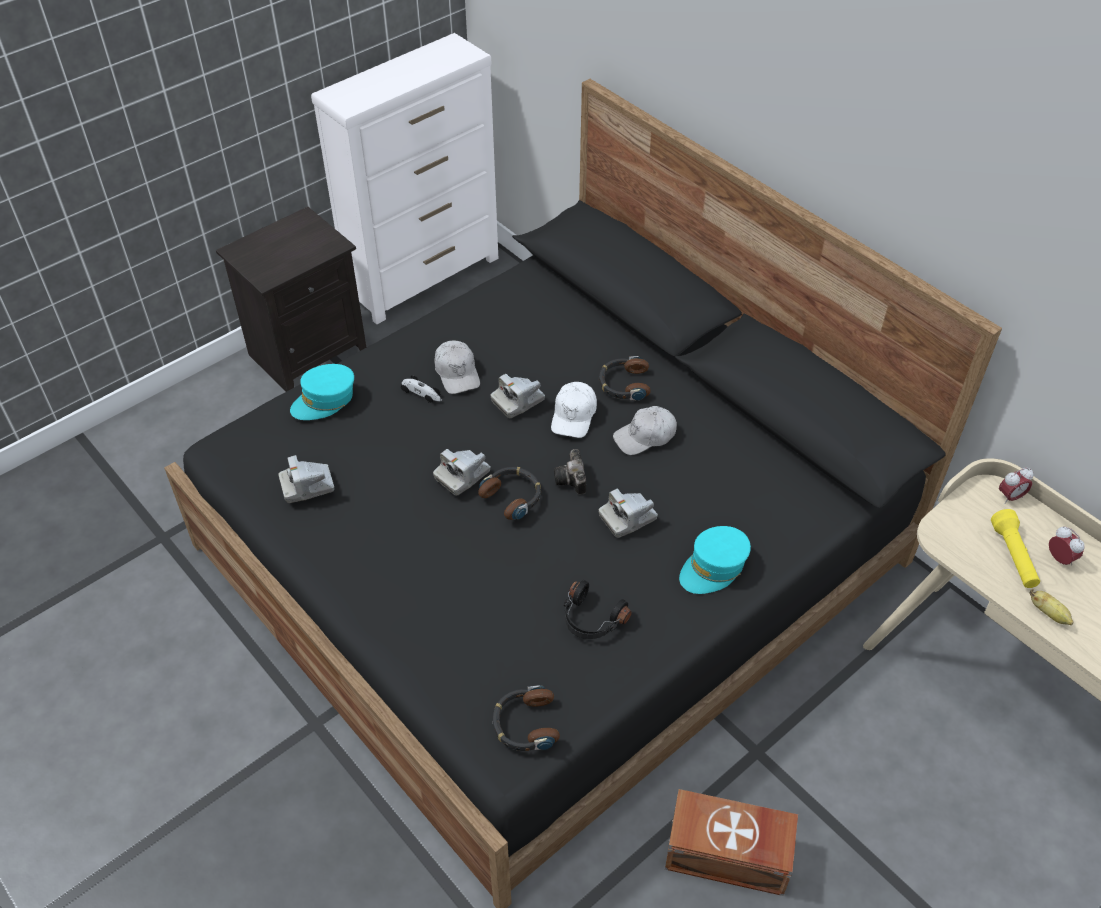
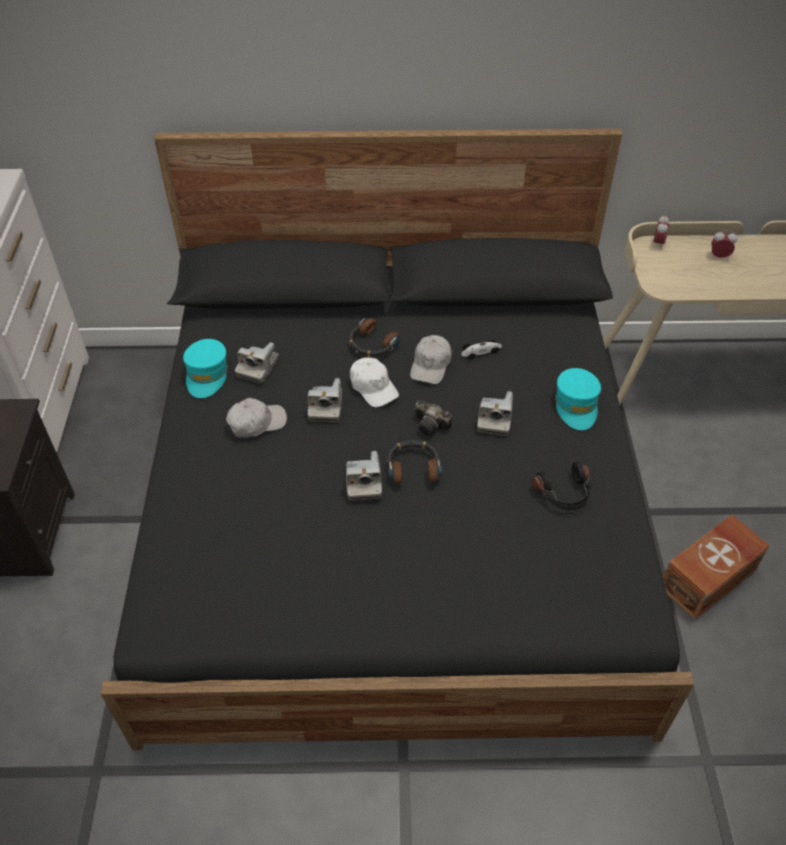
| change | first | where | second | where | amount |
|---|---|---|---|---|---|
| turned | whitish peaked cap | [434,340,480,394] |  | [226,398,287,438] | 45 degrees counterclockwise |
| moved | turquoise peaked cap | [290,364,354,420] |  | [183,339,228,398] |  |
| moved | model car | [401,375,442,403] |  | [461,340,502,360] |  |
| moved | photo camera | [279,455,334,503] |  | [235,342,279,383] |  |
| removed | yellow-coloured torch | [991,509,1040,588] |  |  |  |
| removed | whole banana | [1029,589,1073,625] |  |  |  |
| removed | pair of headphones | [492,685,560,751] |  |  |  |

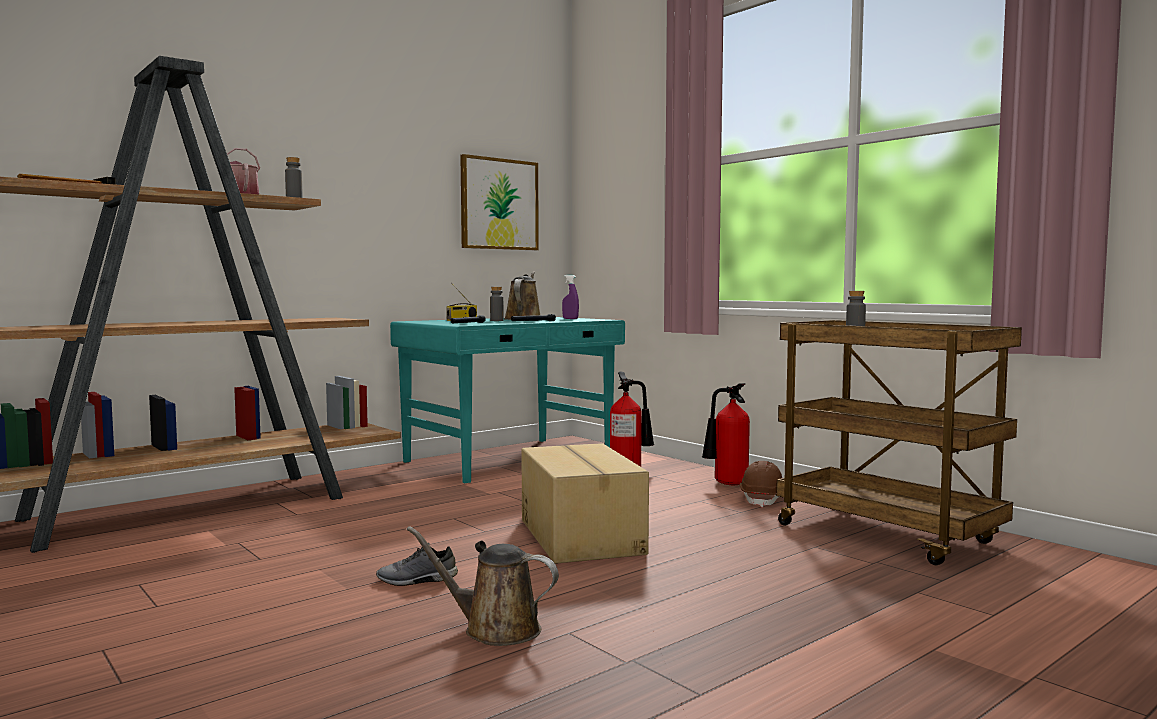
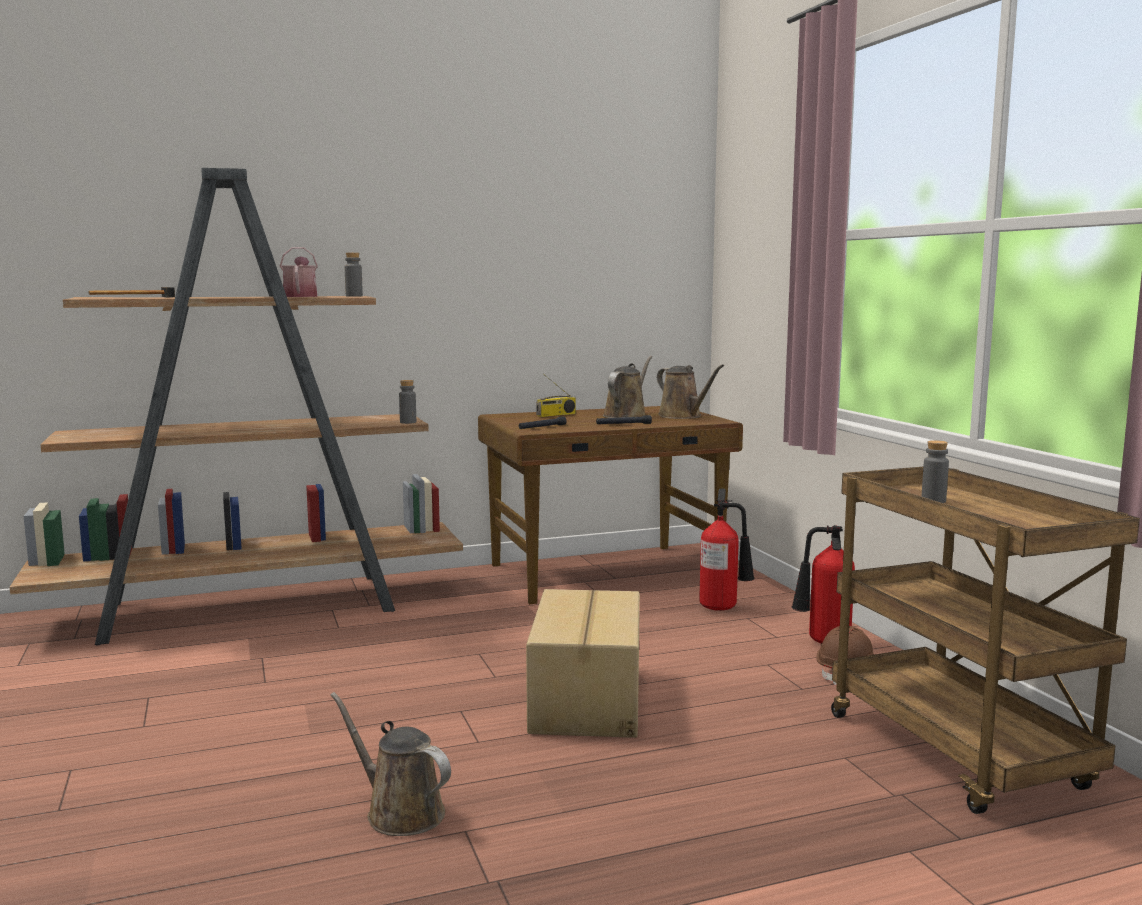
| change | first | where | second | where | amount |
|---|---|---|---|---|---|
| removed | picture | [460,154,539,250] |  |  |  |
| replaced | purple hand sprayer | [562,275,579,319] | brown watering pot | [657,364,724,419] |  |
| moved | greyish beverage bottle | [490,287,504,321] |  | [399,380,416,424] |  |
| recoloured | turquoise desk unit | [390,317,625,483] | brown desk unit | [478,406,743,604] |  |
| removed | greyish low shoe | [376,543,458,586] |  |  |  |

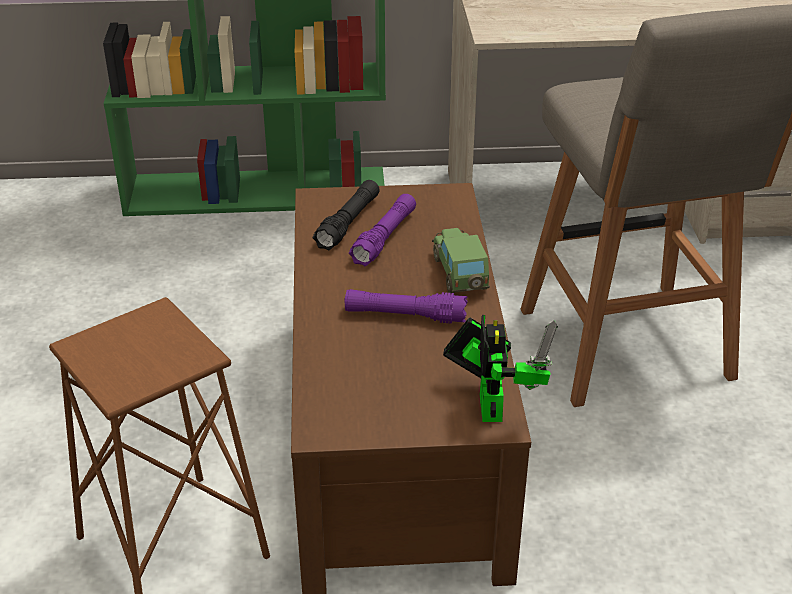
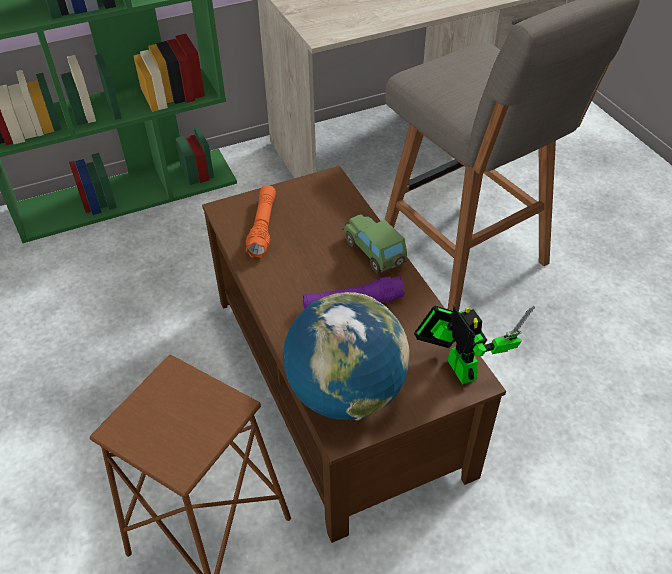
| change | first | where | second | where | amount |
|---|---|---|---|---|---|
| recoloured | black-coloured torch | [313,180,379,251] | orange torch | [246,185,276,258] |  |
| removed | purple torch | [349,194,416,266] |  |  |  |
| added |  |  | globe | [283,292,410,421] |  |

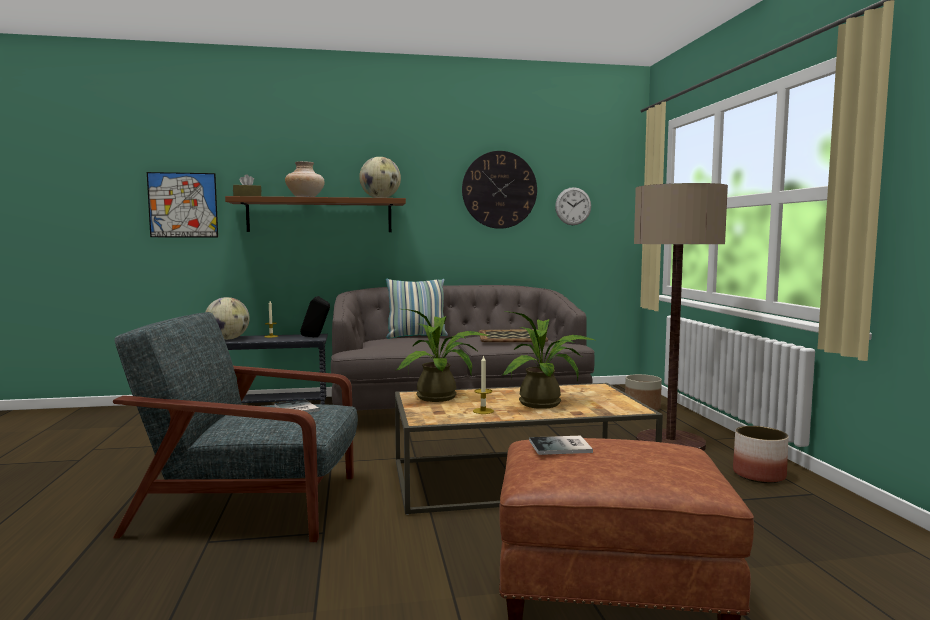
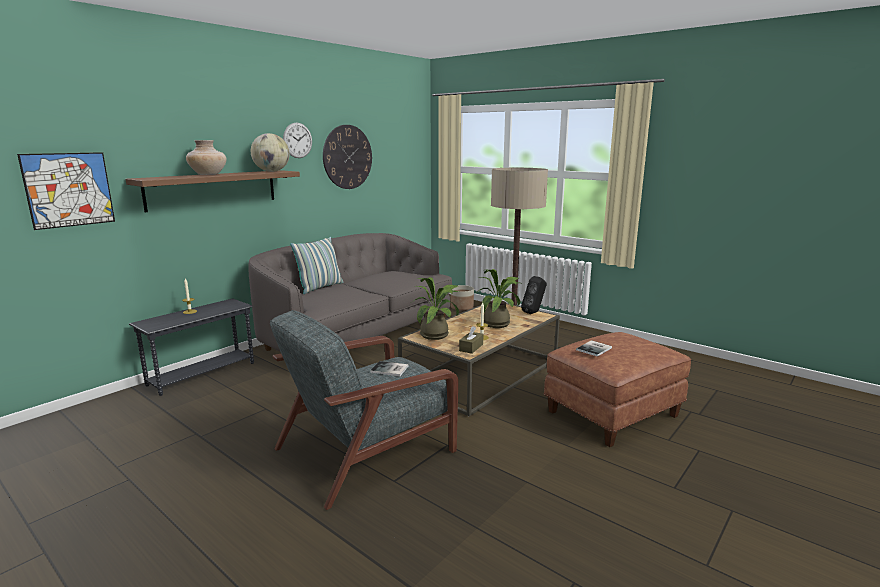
| change | first | where | second | where | amount |
|---|---|---|---|---|---|
| moved | brown tissue box | [233,174,261,196] |  | [459,326,483,354] |  |
| moved | wall clock | [555,187,591,225] |  | [283,122,312,158] |  |
| moved | black-coloured loudspeaker | [300,296,330,337] |  | [521,276,547,314] |  |
| removed | globe | [205,297,250,340] |  |  |  |
| removed | carrying tray | [479,330,548,342] |  |  |  |
| removed | flower pot | [733,426,789,483] |  |  |  |

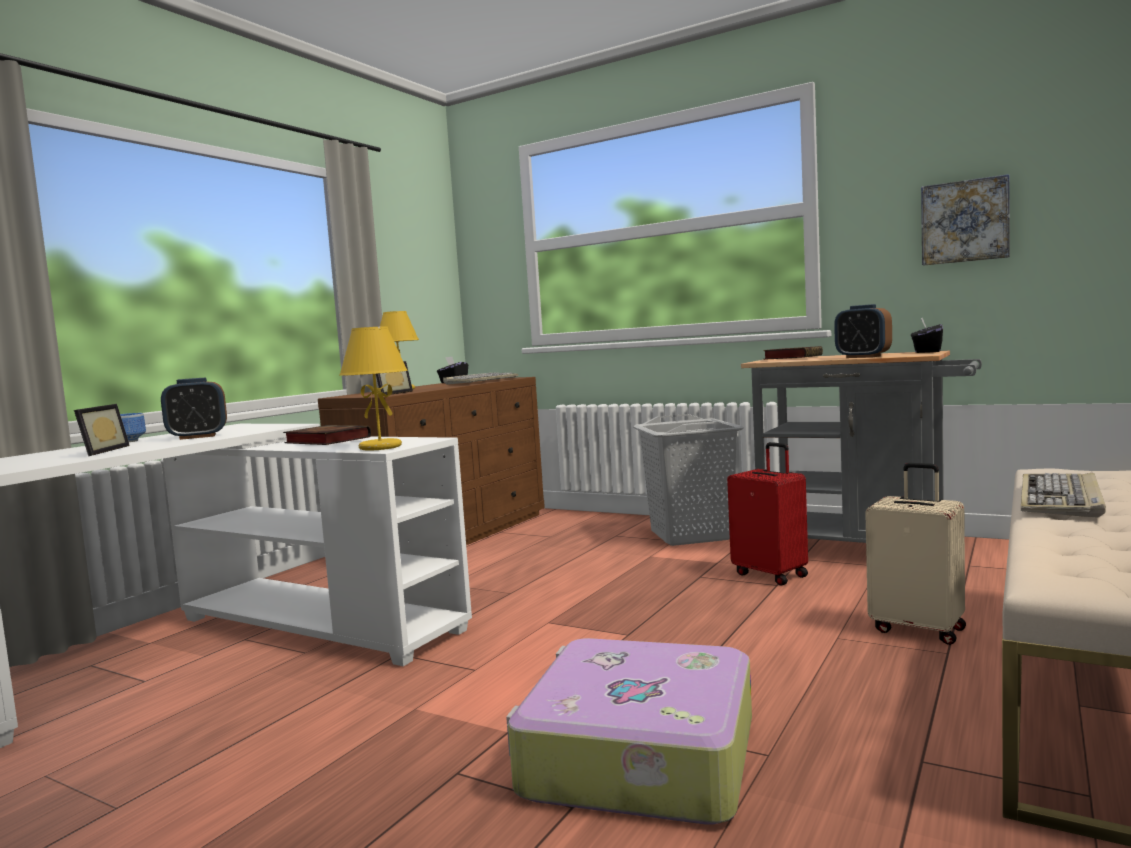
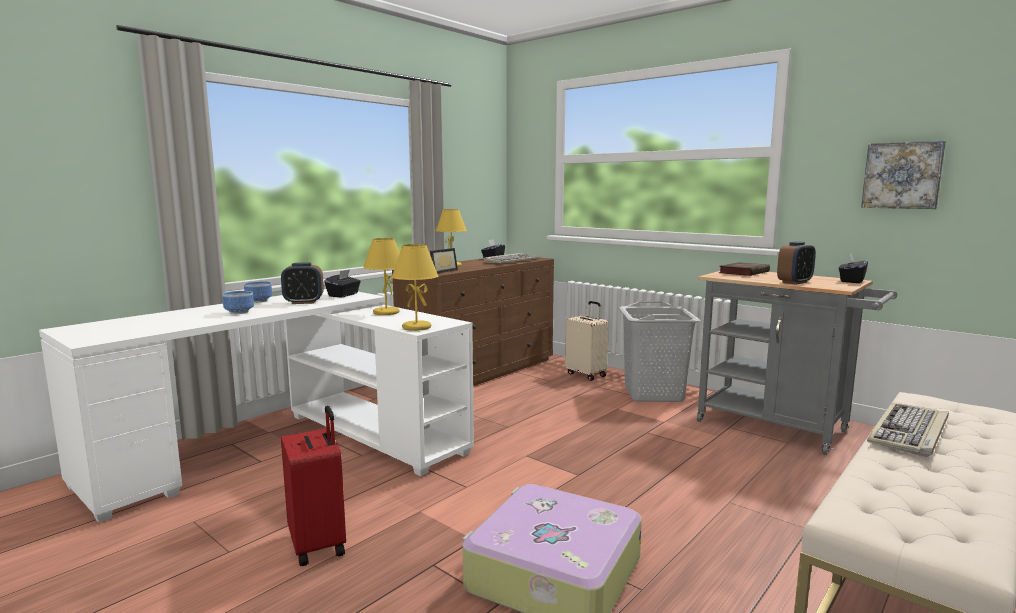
| change | first | where | second | where | amount |
|---|---|---|---|---|---|
| turned | bedside clock | [834,304,892,358] |  | [777,241,816,285] | 90 degrees counterclockwise |
| replaced | picture frame | [74,404,130,456] | bowl | [222,291,254,314] |  |
| replaced | volume | [283,425,371,445] | yellow-coloured tabletop lamp | [363,238,400,315] |  |
| moved | reddish travel case | [727,442,808,585] |  | [281,406,346,566] |  |
| moved | sand-coloured travel case | [865,463,966,645] |  | [565,301,608,381] |  |
| added |  |  | black-coloured tissue box | [324,269,361,298] |  |

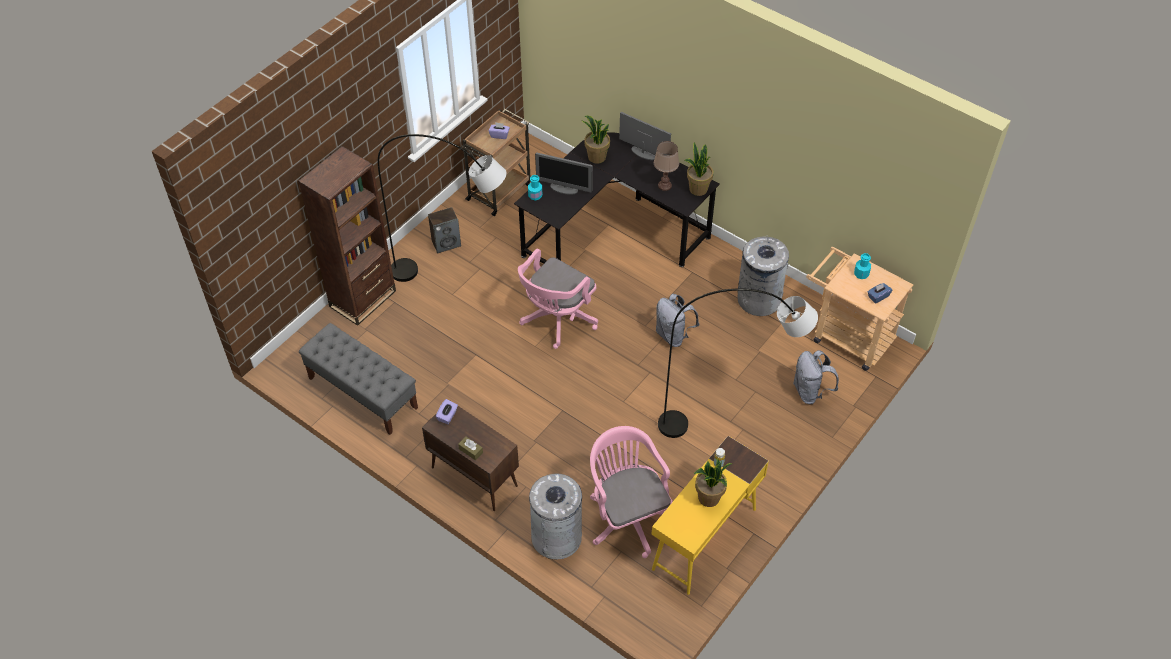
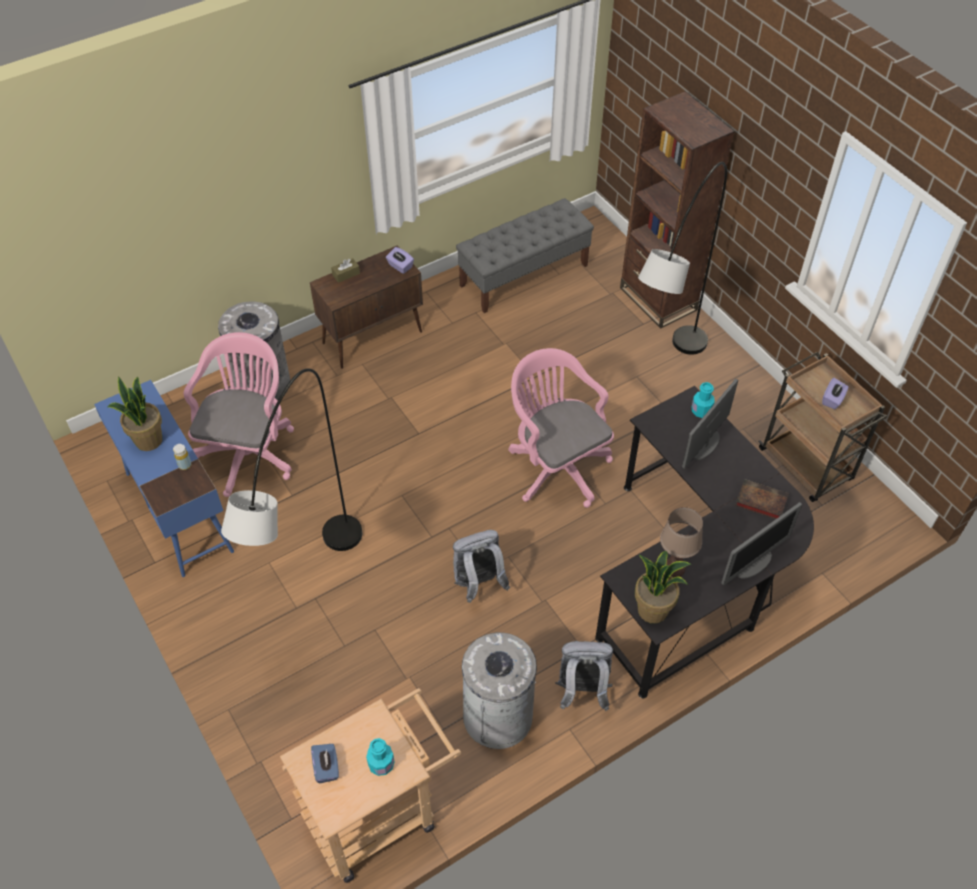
| change | first | where | second | where | amount |
|---|---|---|---|---|---|
| replaced | houseplant | [581,116,610,164] | volume | [735,479,789,519] |  |
| removed | loudspeaker | [428,207,461,253] |  |  |  |
| moved | greyish rucksack | [793,350,839,404] |  | [555,641,613,711] |  |
| turned | pink office chair | [590,426,672,558] |  | [184,332,294,497] | 75 degrees counterclockwise |
| recoloured | yellow-coloured desk unit | [651,436,769,595] | blue desk unit | [94,380,234,577] |  |

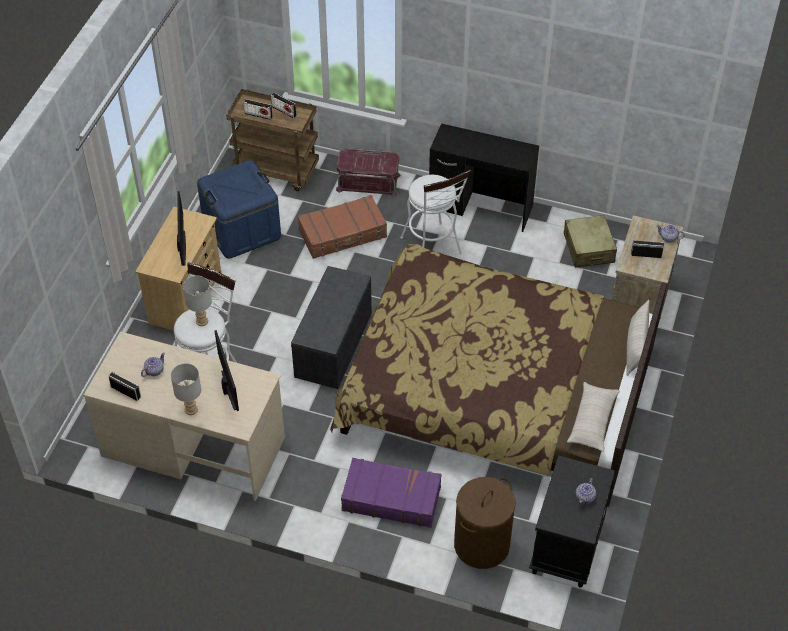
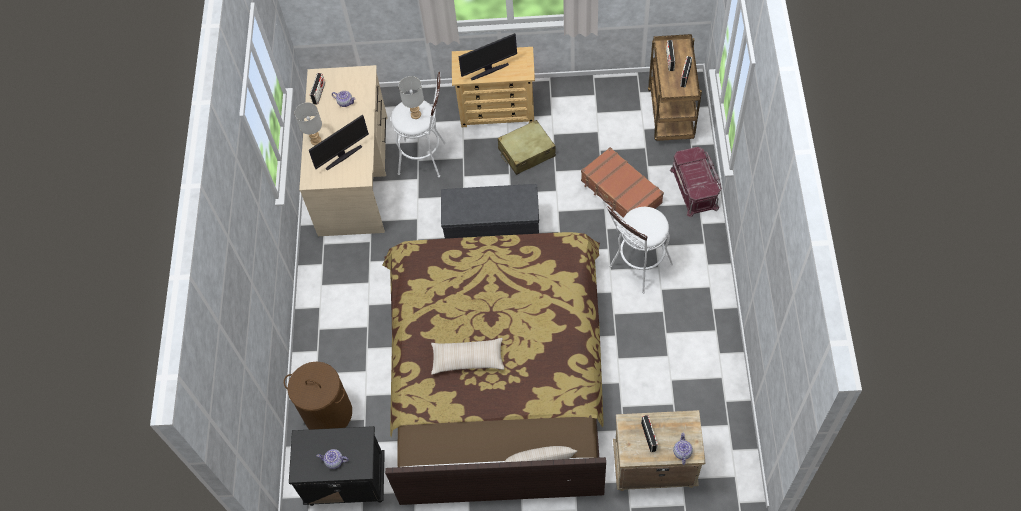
| change | first | where | second | where | amount |
|---|---|---|---|---|---|
| removed | black-coloured desk unit | [429,123,539,232] |  |  |  |
| removed | blue storage container | [197,160,281,259] |  |  |  |
| moved | sand-coloured travel case | [564,215,617,268] |  | [498,120,556,175] |  |
| moved | sand-coloured cushion | [567,382,620,452] |  | [431,338,504,375] |  |
| removed | purple travel case | [341,458,442,528] |  |  |  |

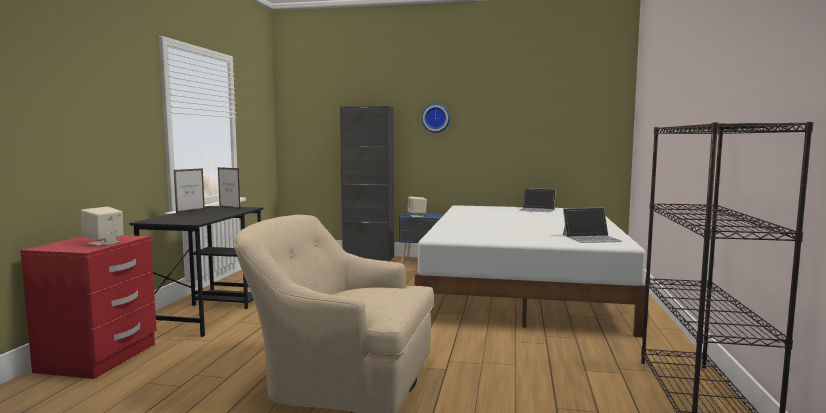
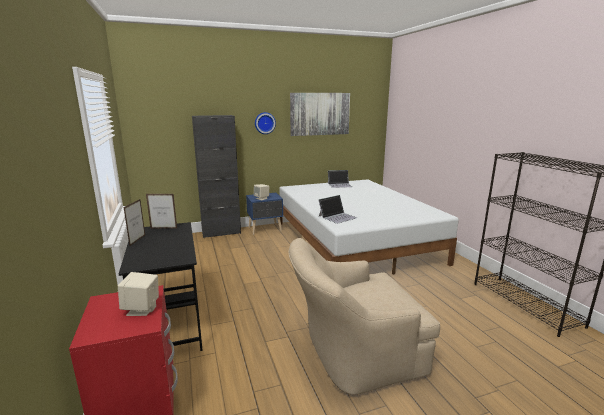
| change | first | where | second | where | amount |
|---|---|---|---|---|---|
| moved | laptop | [563,208,623,243] |  | [318,195,357,224] |  |
| added |  |  | picture | [290,93,350,136] |  |

